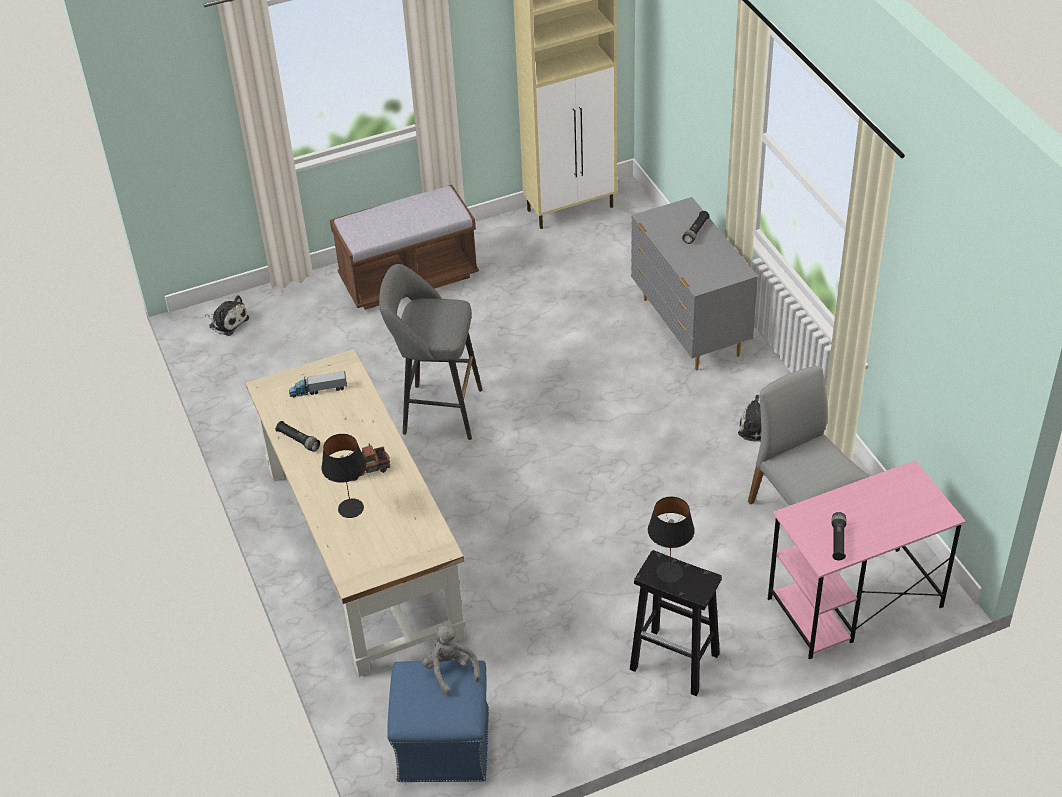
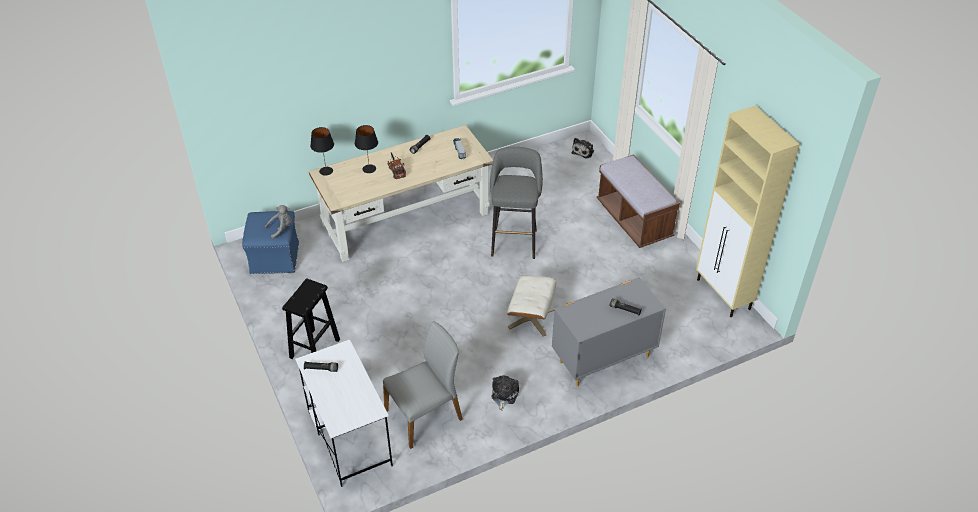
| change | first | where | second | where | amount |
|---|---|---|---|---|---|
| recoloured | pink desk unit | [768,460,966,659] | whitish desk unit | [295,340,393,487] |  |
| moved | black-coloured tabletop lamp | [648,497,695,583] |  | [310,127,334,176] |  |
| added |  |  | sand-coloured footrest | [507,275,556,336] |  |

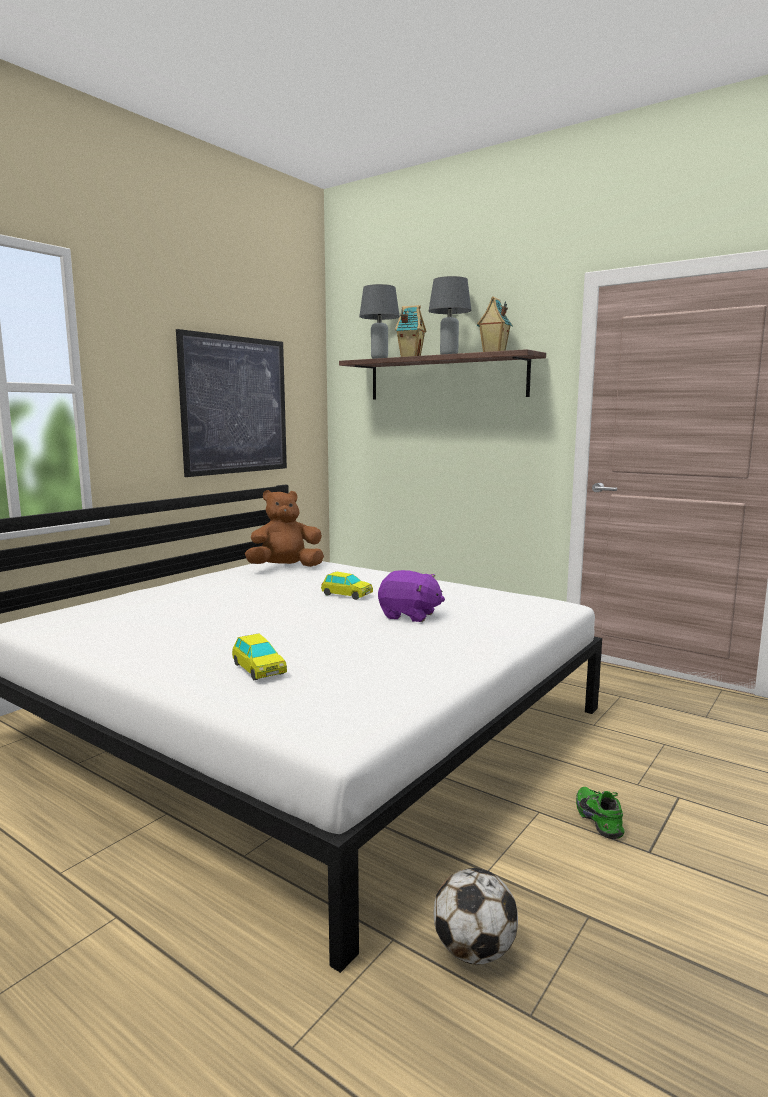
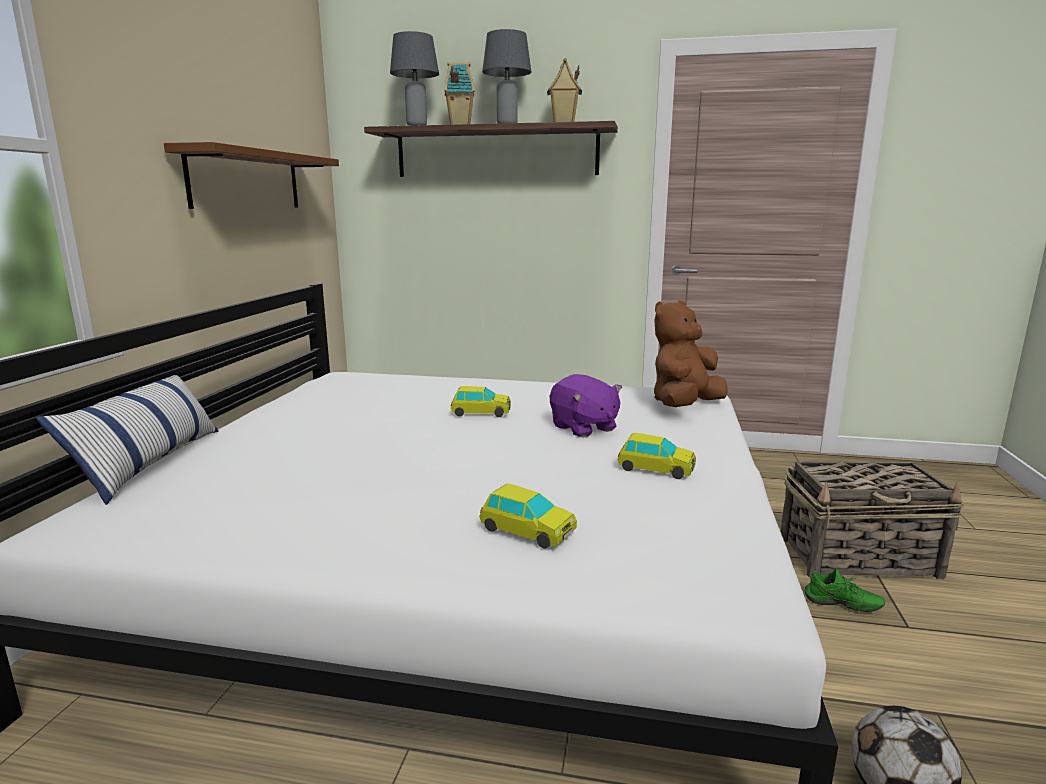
| change | first | where | second | where | amount |
|---|---|---|---|---|---|
| replaced | picture | [176,329,287,477] | brown wall shelf | [164,142,339,209] |  |
| moved | brown soft toy | [245,490,324,567] |  | [654,300,728,407] |  |
| turned | purple soft toy | [378,570,445,622] |  | [550,374,622,438] | 60 degrees clockwise |
| turned | green-coloured low shoe | [576,787,625,839] |  | [805,568,885,612] | 150 degrees clockwise |
| added |  |  | cushion | [36,375,219,505] |  |
| added |  |  | model car | [617,433,696,479] |  |
| added |  |  | household basket | [780,462,965,580] |  |

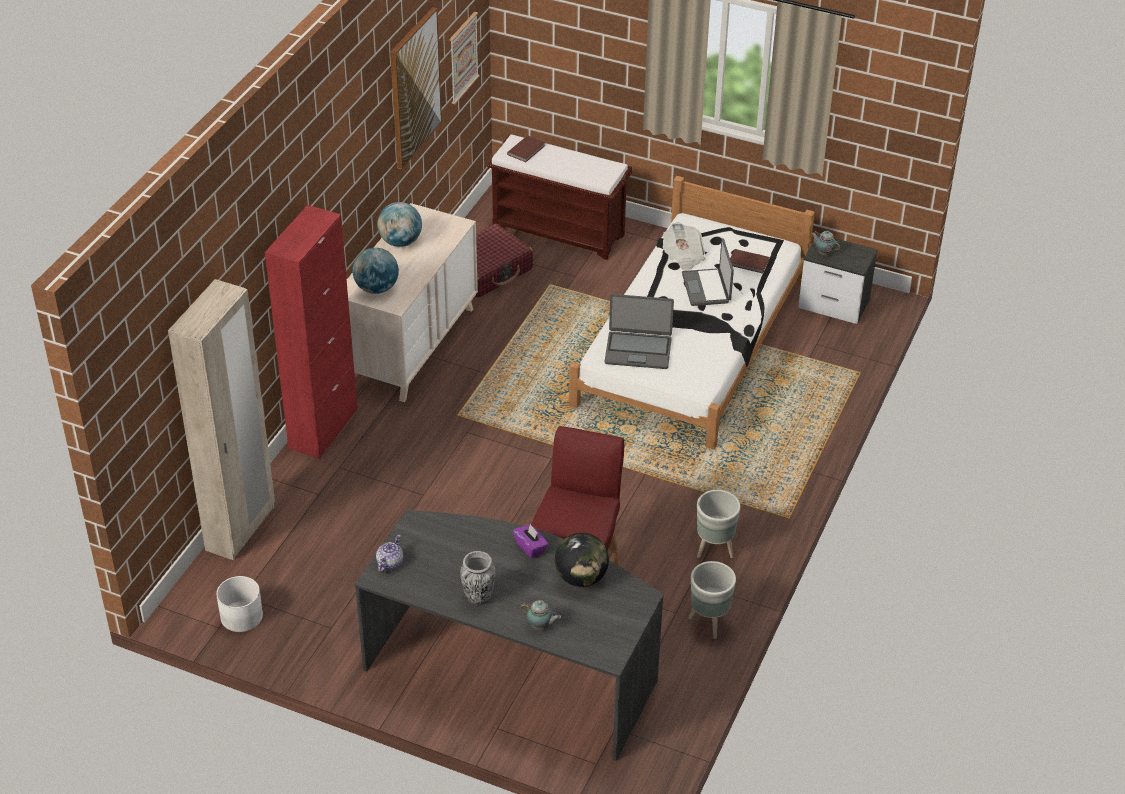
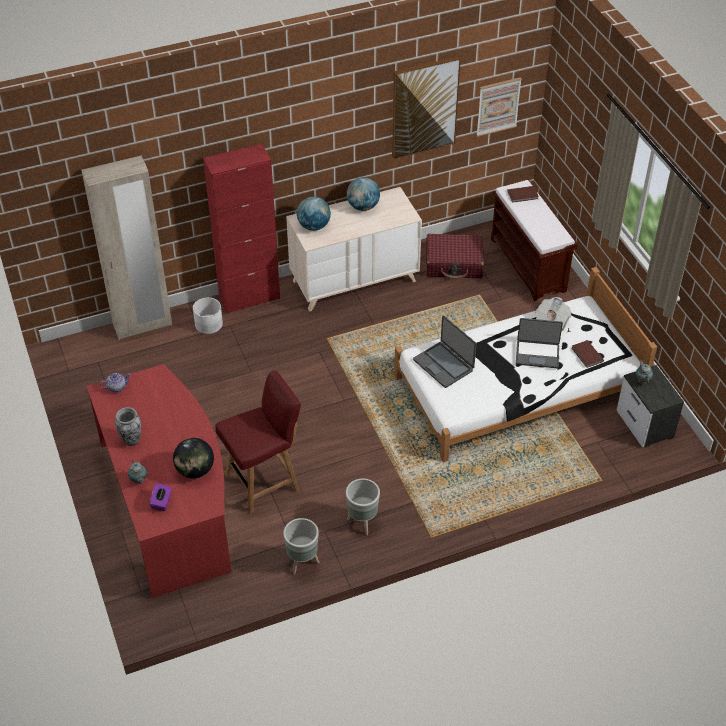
| change | first | where | second | where | amount |
|---|---|---|---|---|---|
| turned | laptop | [682,238,734,306] |  | [516,318,563,368] | 120 degrees counterclockwise |
| recoloured | greyish desk unit | [355,510,664,761] | reddish desk unit | [87,364,232,598] |  |
| moved | purple tissue box | [513,524,548,558] |  | [150,483,172,511] |  |
| moved | whitish flower pot | [216,576,263,632] |  | [193,297,223,334] |  |

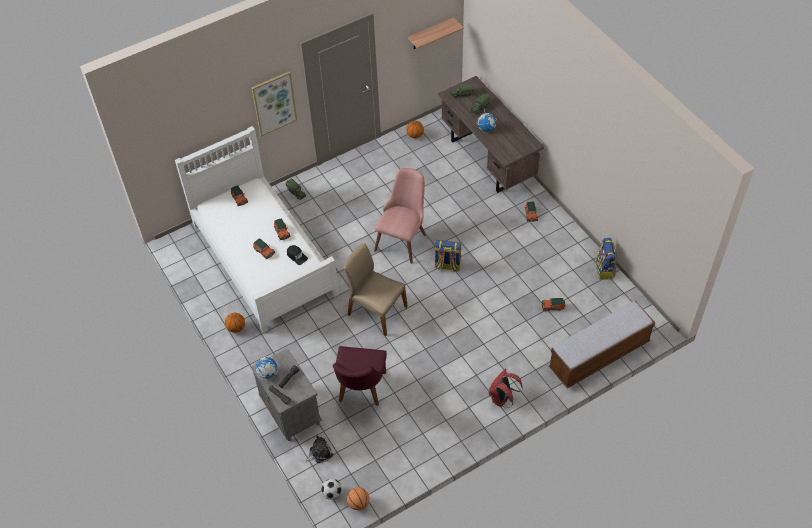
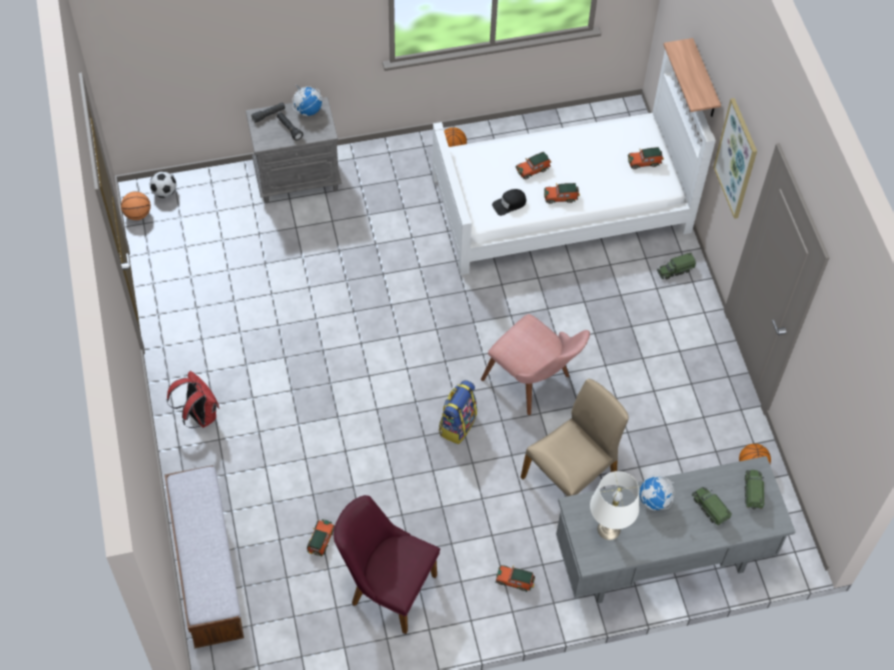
| change | first | where | second | where | amount |
|---|---|---|---|---|---|
| moved | wall shelf | [408,17,464,49] |  | [663,38,721,117] |  |
| recoloured | brown desk unit | [438,76,544,193] | greyish desk unit | [556,456,796,604] |  |
| removed | rucksack | [596,238,617,280] |  |  |  |
| moved | sand-coloured chair | [344,243,408,336] |  | [521,379,629,496] |  |
| moved | purple chair | [333,346,387,406] |  | [334,495,440,634] |  |
| removed | soft toy | [306,436,333,463] |  |  |  |
| added |  |  | whitish tabletop lamp | [590,471,639,540] |  |

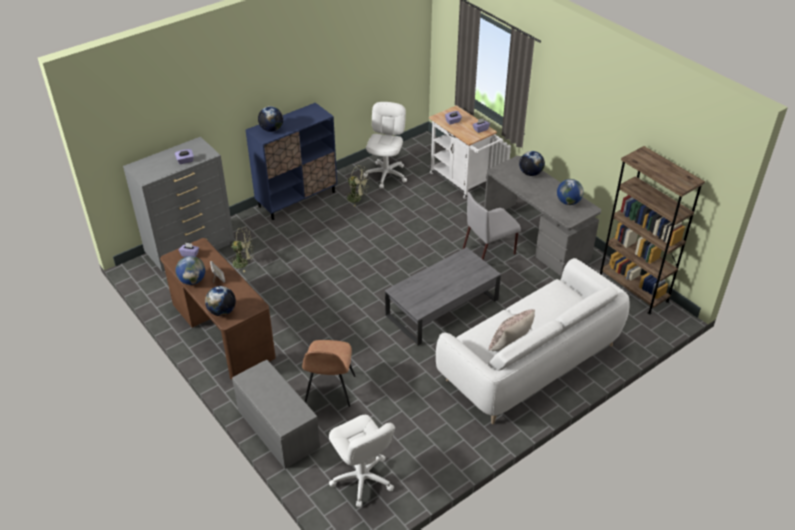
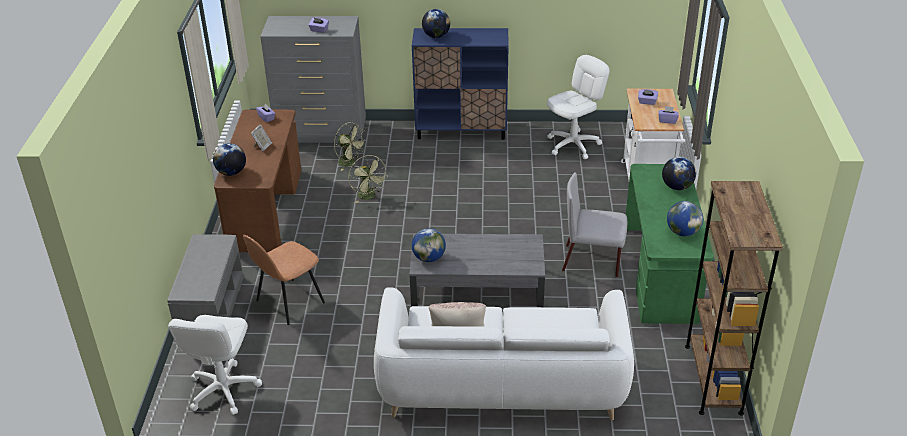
| change | first | where | second | where | amount |
|---|---|---|---|---|---|
| recoloured | greyish desk unit | [484,156,601,276] | green-coloured desk unit | [626,164,714,324] |  |
| moved | green-coloured electric fan | [347,165,369,207] |  | [349,155,388,203] |  |
| moved | globe | [176,256,205,285] |  | [412,228,446,262] |  |

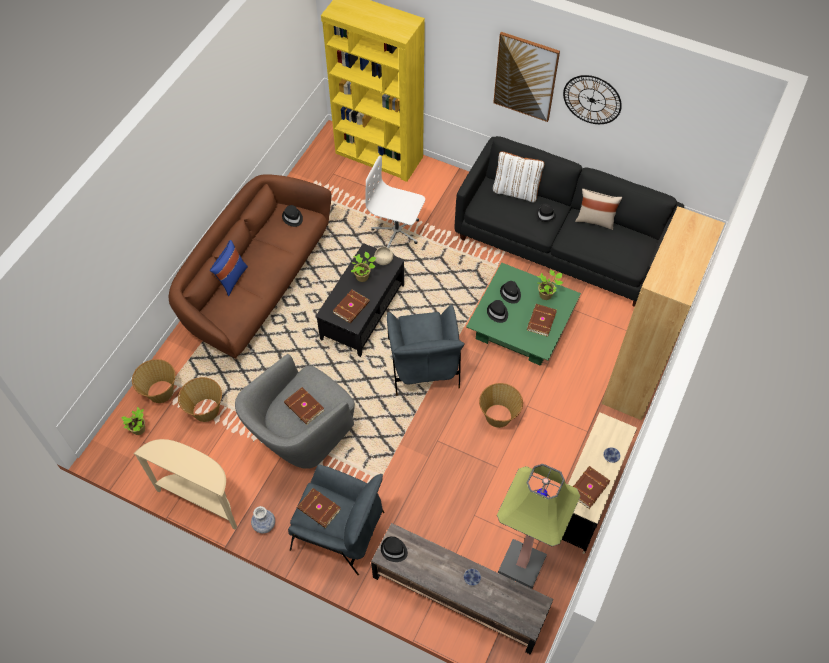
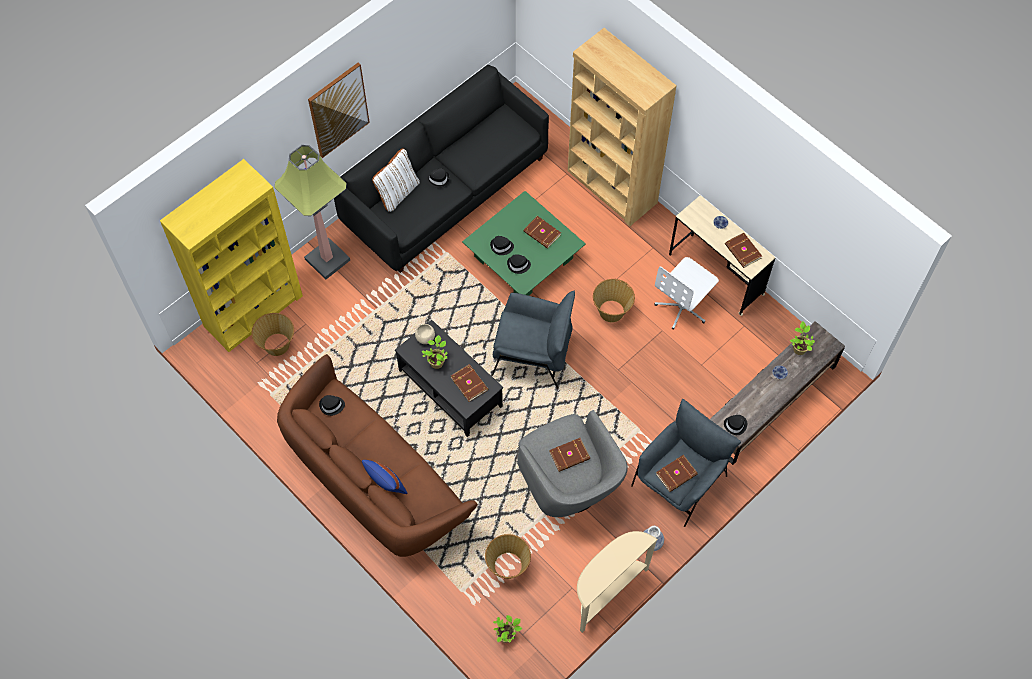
| change | first | where | second | where | amount |
|---|---|---|---|---|---|
| removed | wall clock | [563,75,622,124] |  |  |  |
| moved | whitish office chair | [365,156,425,248] |  | [655,257,719,330] |  |
| removed | sand-coloured cushion | [575,188,622,230] |  |  |  |
| moved | houseplant | [537,270,563,300] |  | [790,321,815,355] |  |
| moved | household basket | [132,359,175,403] |  | [251,313,294,356] |  |
| moved | standard lamp | [497,464,580,589] |  | [274,145,350,280] |  |

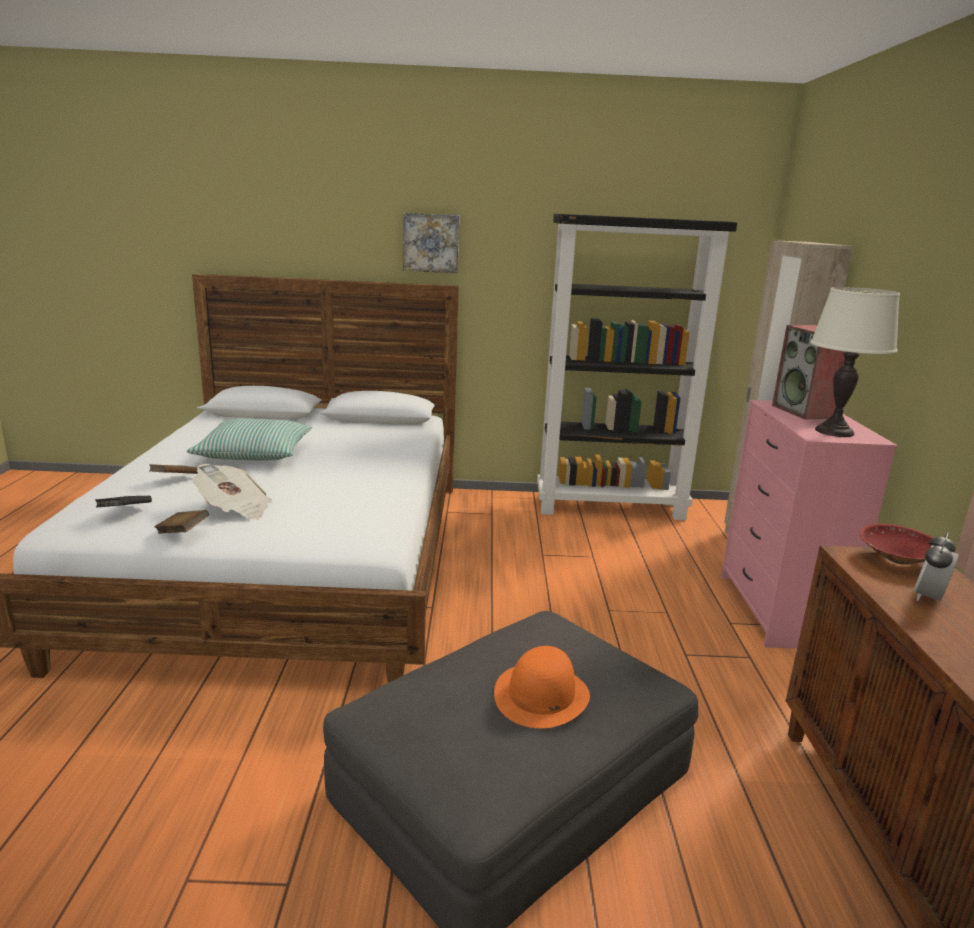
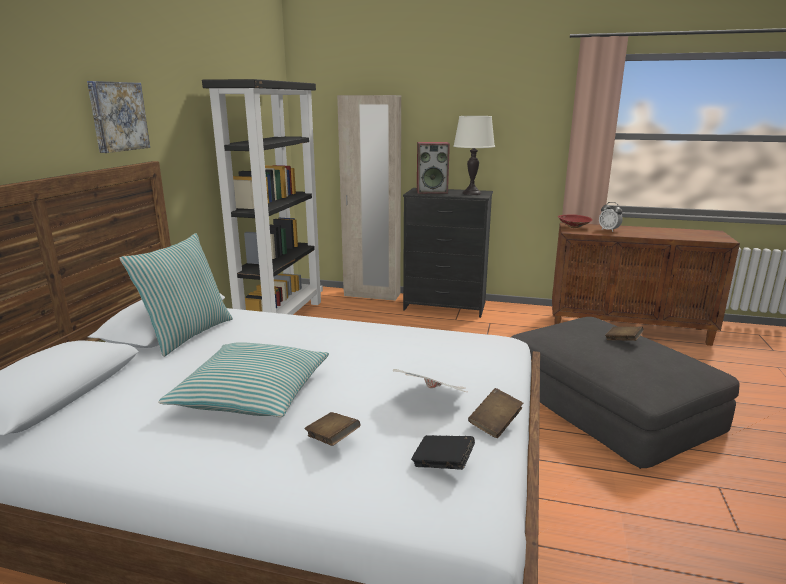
| change | first | where | second | where | amount |
|---|---|---|---|---|---|
| recoloured | pink chest of drawers | [721,400,897,649] | black-coloured chest of drawers | [403,188,493,318] |  |
| replaced | orange hat | [494,646,590,728] | brown volume | [605,327,644,341] |  |
| added |  |  | cushion | [120,233,233,357] |  |

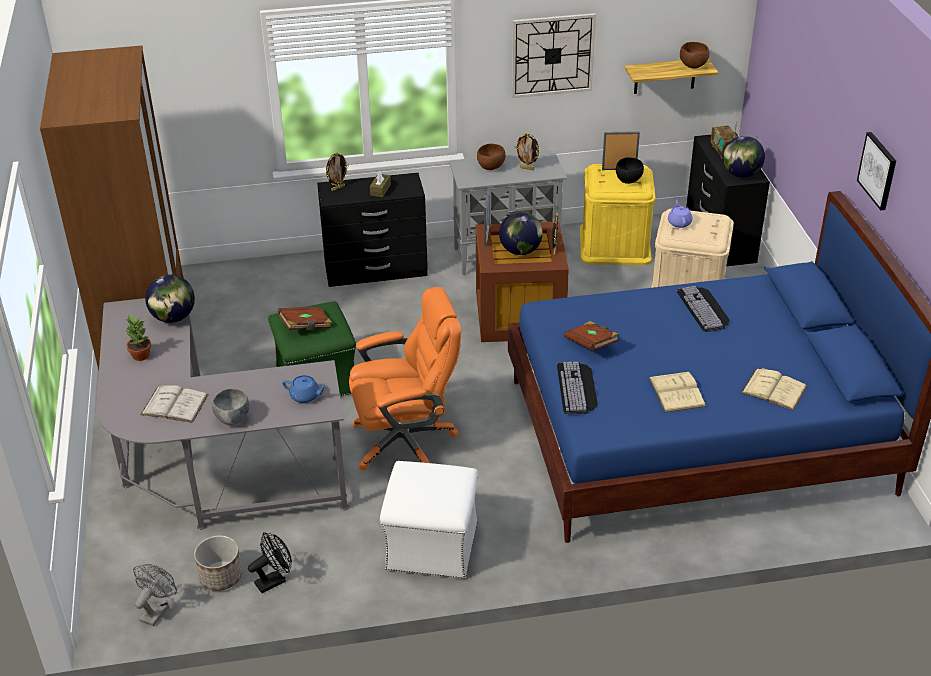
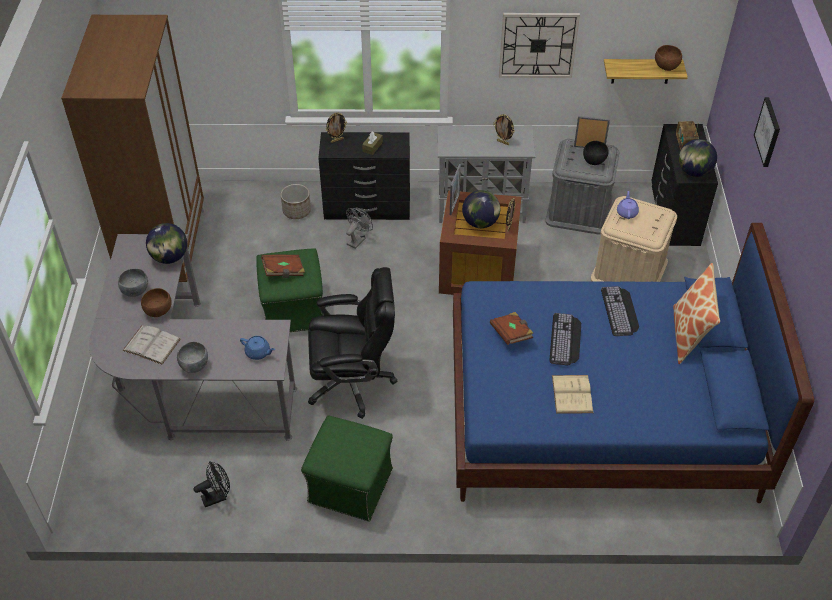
| change | first | where | second | where | amount |
|---|---|---|---|---|---|
| moved | picture | [857,132,896,210] |  | [754,97,780,167] |  |
| moved | brown bowl | [477,143,506,170] |  | [141,288,172,317] |  |
| recoloured | yellow-coloured storage container | [580,164,656,265] | greyish storage container | [545,139,619,235] |  |
| recoloured | orange office chair | [349,287,461,471] | black-coloured office chair | [308,267,398,419] |  |
| replaced | houseplant | [125,314,151,361] | greyish bowl | [118,269,148,297] |  |
| moved | keyboard | [557,362,598,414] |  | [549,313,581,366] |  |
| removed | sand-coloured volume | [741,368,807,411] |  |  |  |
| recoloured | whitish footrest | [380,461,478,579] | green-coloured footrest | [301,416,393,522] |  |
| moved | flower pot | [194,535,242,591] |  | [281,184,311,219] |  |
| moved | greyish electric fan | [133,564,177,626] |  | [346,208,373,249] |  |
| added |  |  | cushion | [673,263,720,364] |  |

